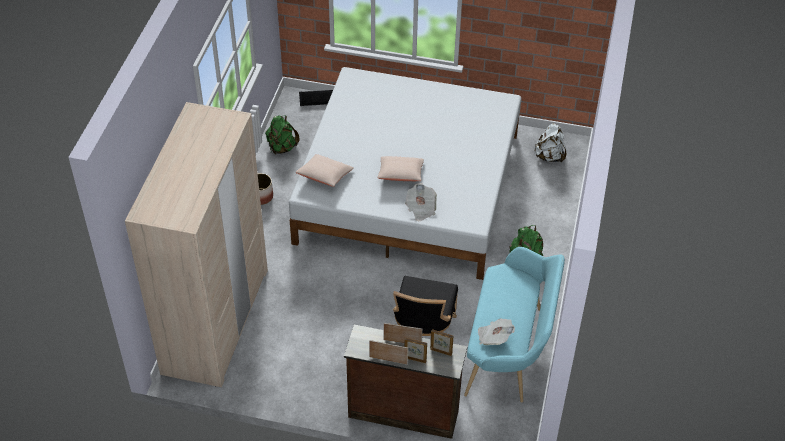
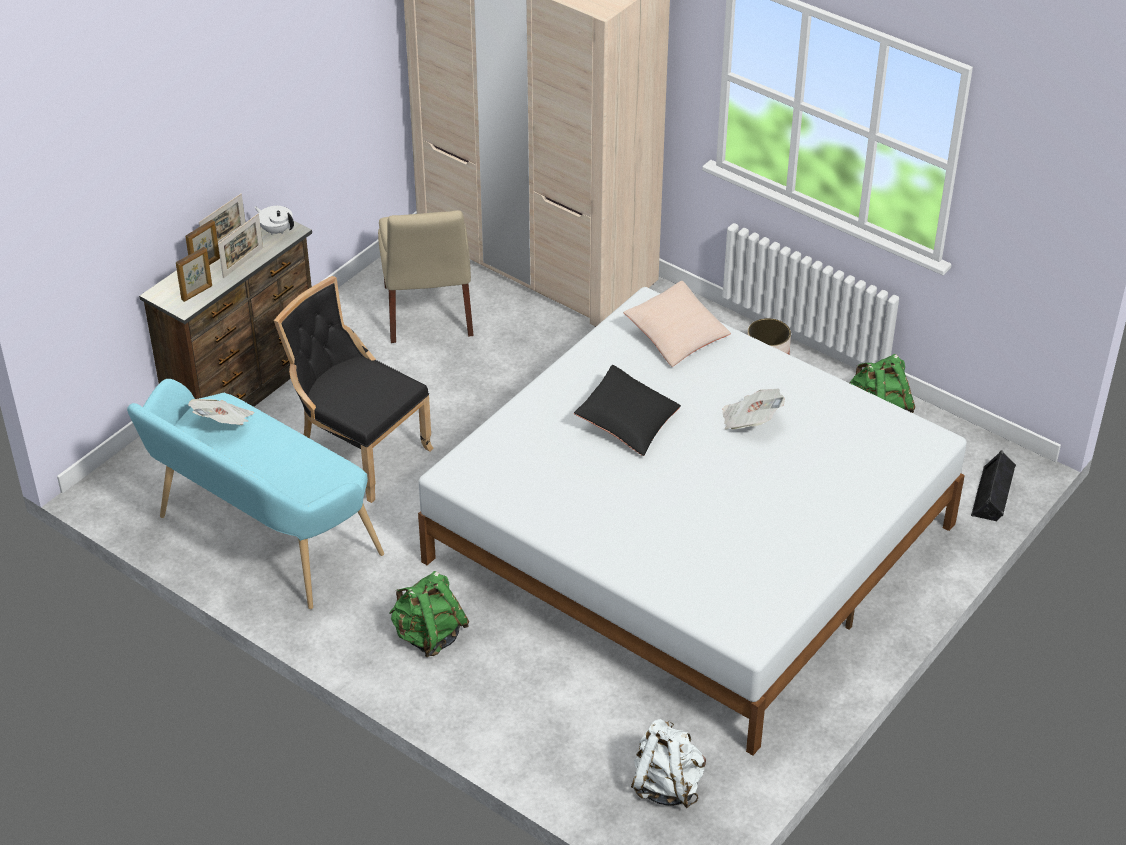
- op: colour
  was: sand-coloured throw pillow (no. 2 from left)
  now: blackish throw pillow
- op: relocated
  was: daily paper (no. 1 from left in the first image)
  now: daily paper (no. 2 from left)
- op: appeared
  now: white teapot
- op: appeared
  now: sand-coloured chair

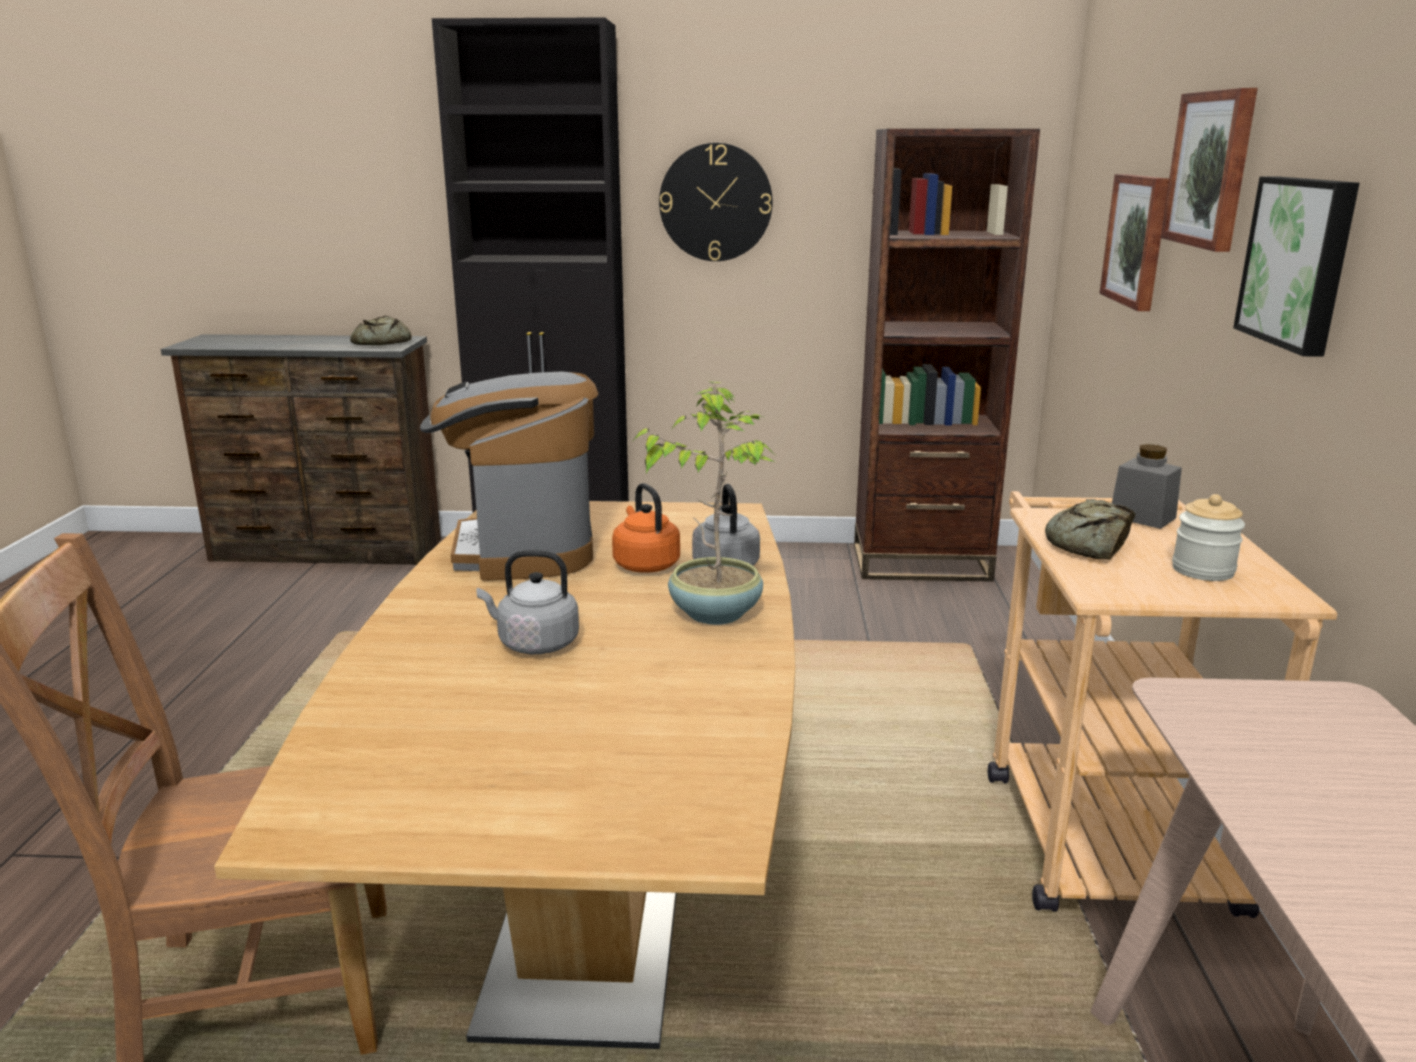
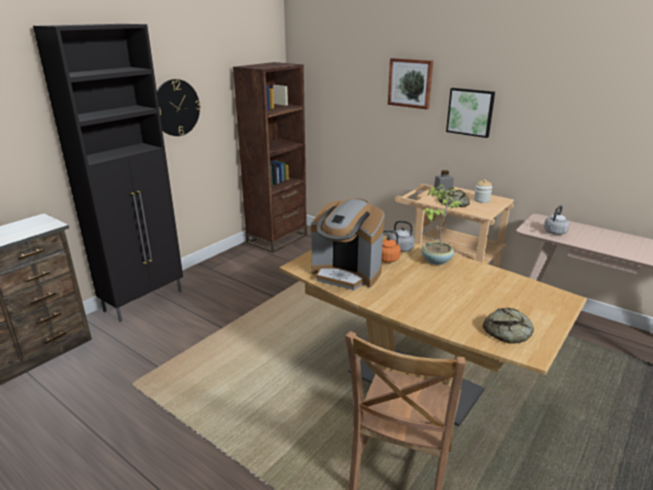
- op: relocated
  was: bread (no. 1 from left in the first image)
  now: bread (no. 2 from left)
- op: relocated
  was: grey water kettle (no. 1 from left in the first image)
  now: grey water kettle (no. 2 from left)
- op: missing
  was: picture (no. 1 from left)

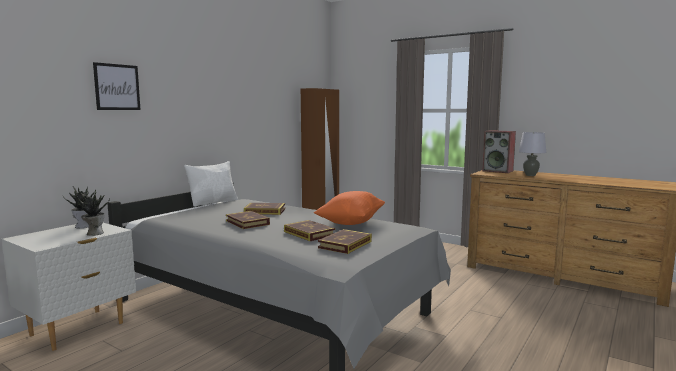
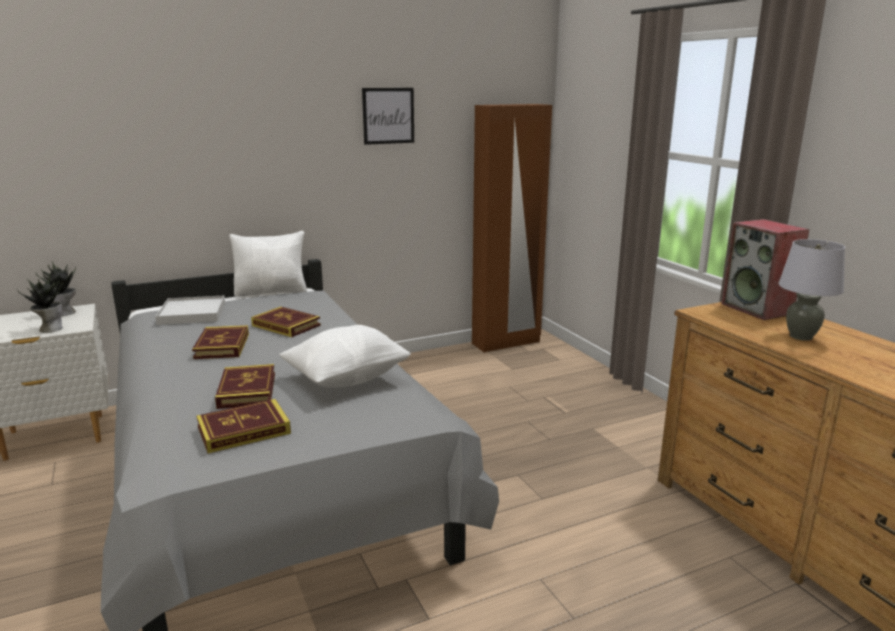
- op: relocated
  was: picture
- op: colour
  was: orange throw pillow
  now: white throw pillow (no. 2 from left)
- op: appeared
  now: white serving tray

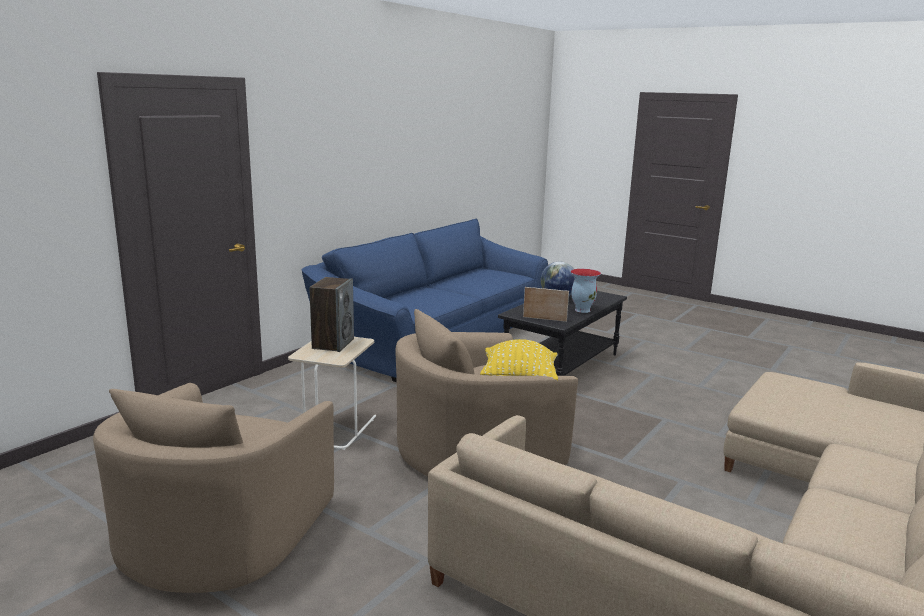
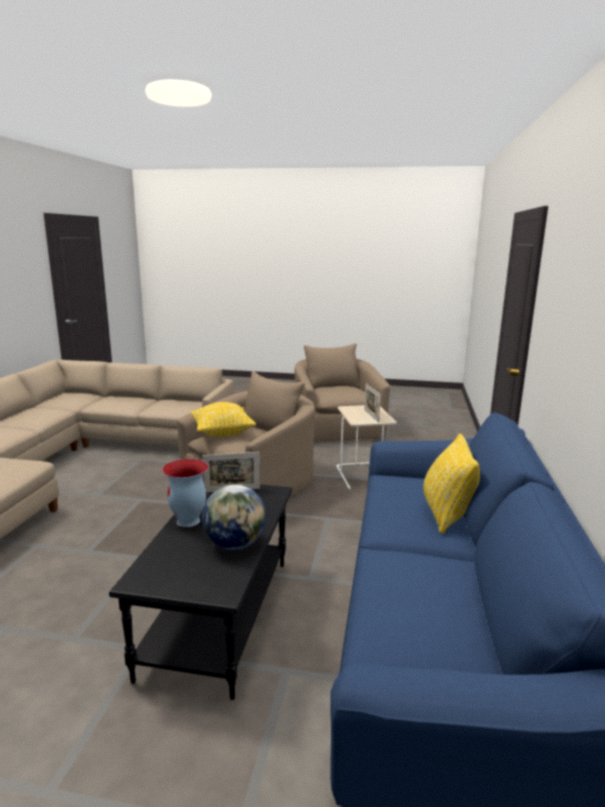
- op: exchanged
  was: speaker
  now: photo frame (no. 2 from left)
- op: appeared
  now: yellow throw pillow (no. 2 from left)

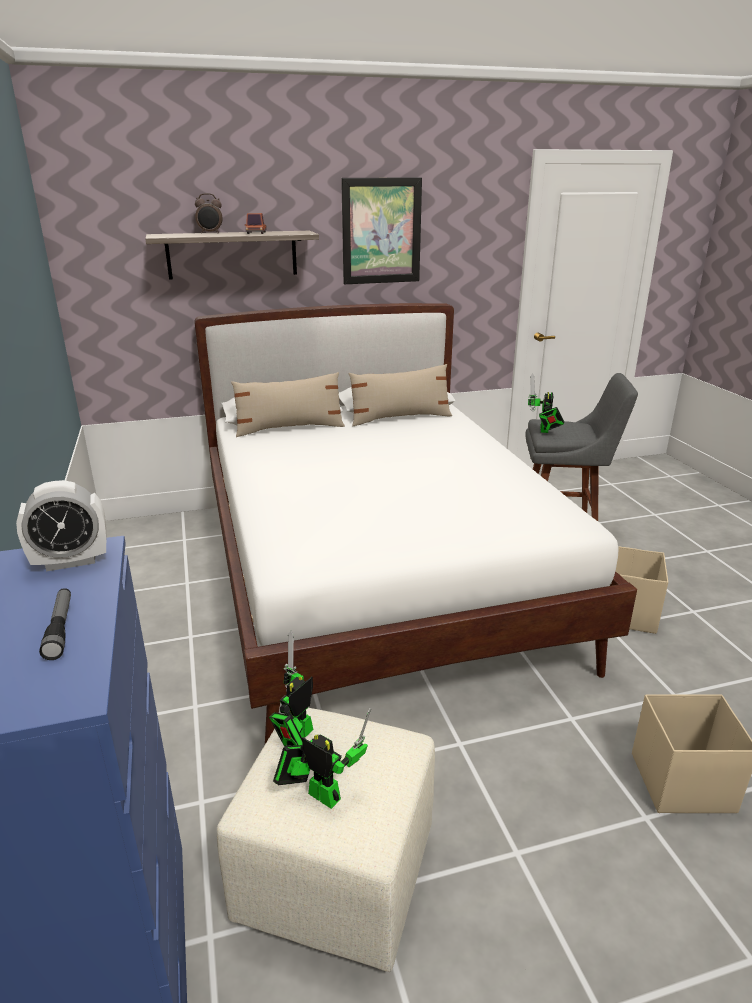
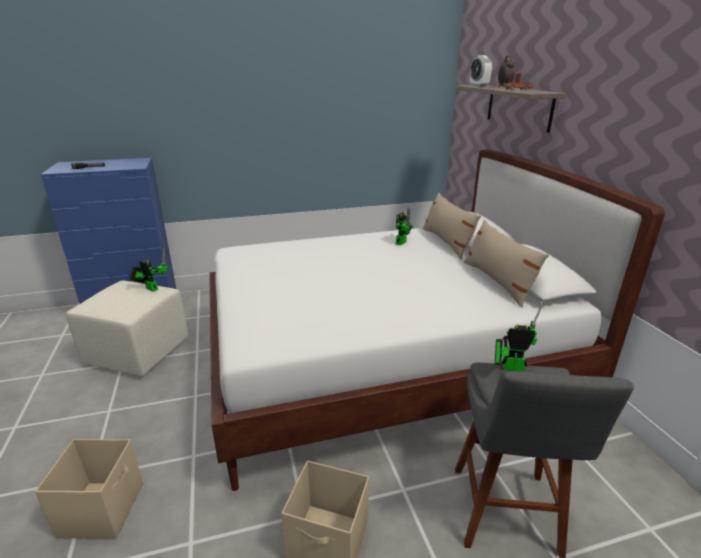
- op: relocated
  was: table clock (no. 1 from left)
- op: relocated
  was: robot figure (no. 2 from left)
- op: missing
  was: picture

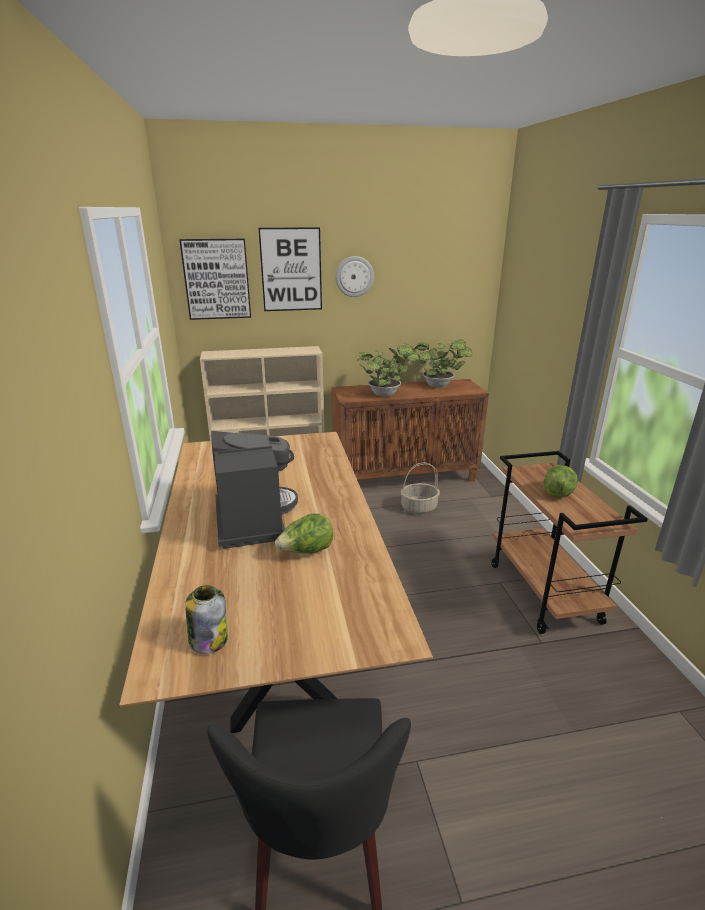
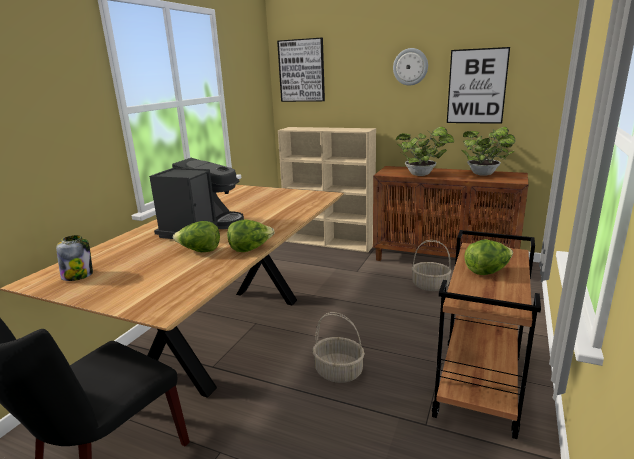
- op: relocated
  was: picture (no. 2 from left)
- op: appeared
  now: head of lettuce (no. 2 from left)
- op: appeared
  now: storage basket (no. 1 from left)

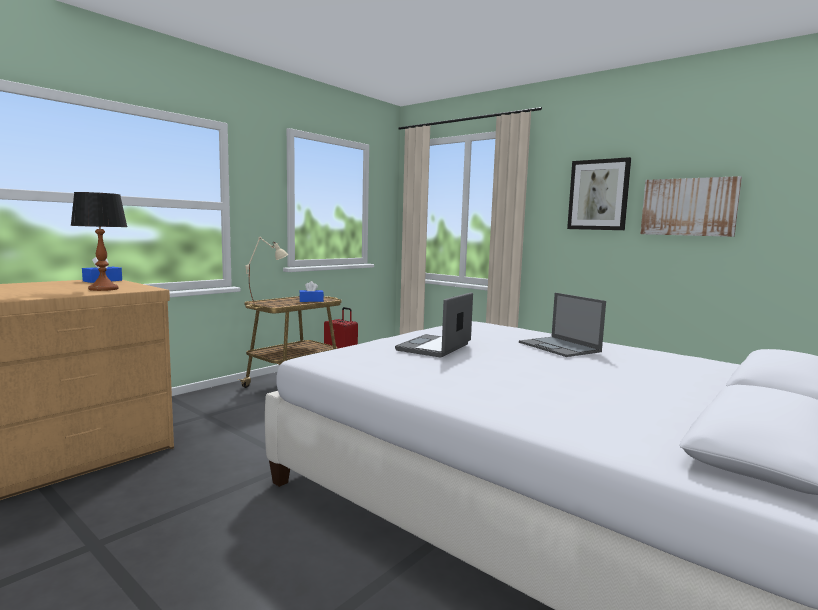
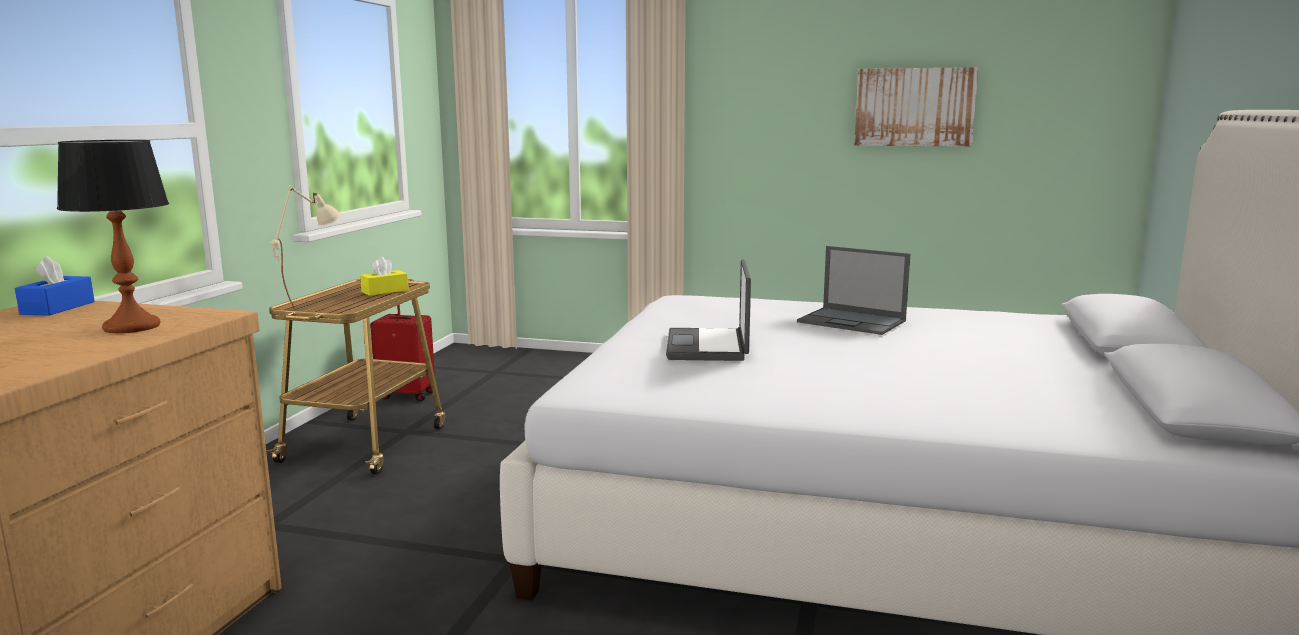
- op: colour
  was: blue-coloured tissue box (no. 2 from left)
  now: yellow tissue box
- op: missing
  was: picture (no. 1 from left)

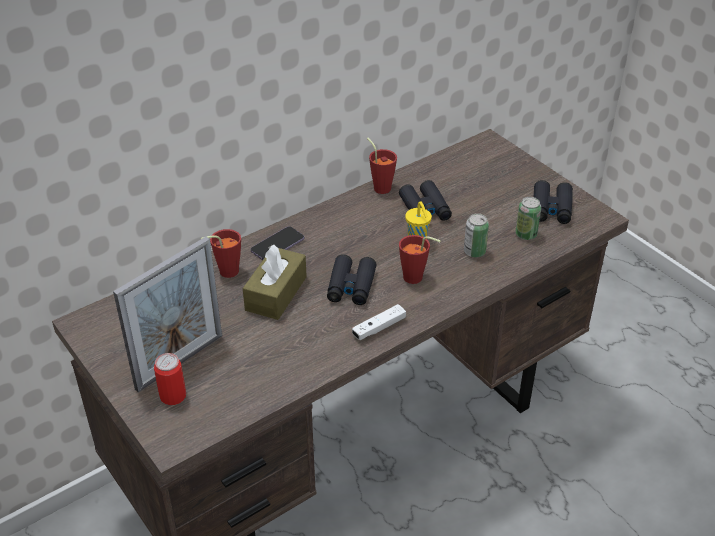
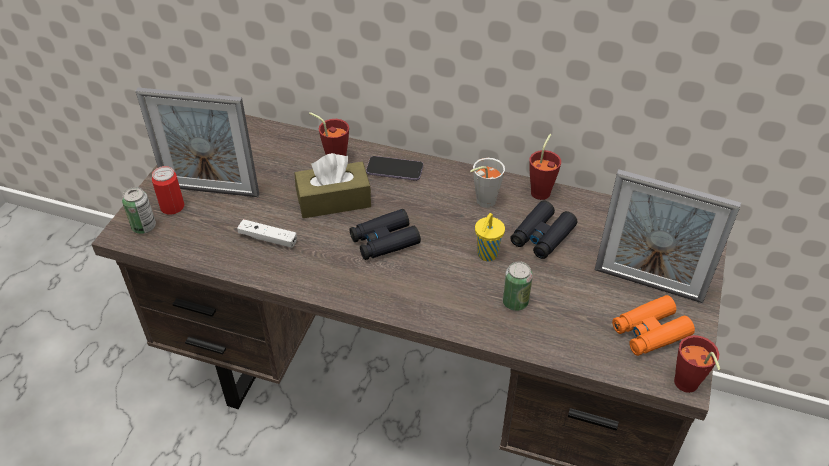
- op: relocated
  was: white joypad
- op: relocated
  was: red cup (no. 3 from left)
- op: relocated
  was: can (no. 3 from left in the first image)
  now: can (no. 1 from left)
- op: colour
  was: blackish pair of binoculars (no. 3 from left)
  now: orange pair of binoculars
- op: appeared
  now: grey cup
- op: appeared
  now: photo frame (no. 2 from left)

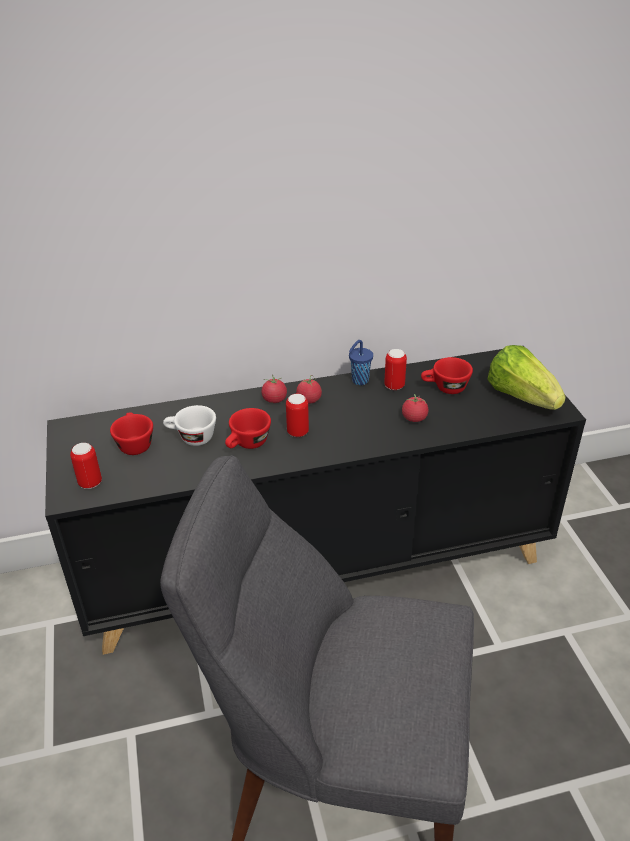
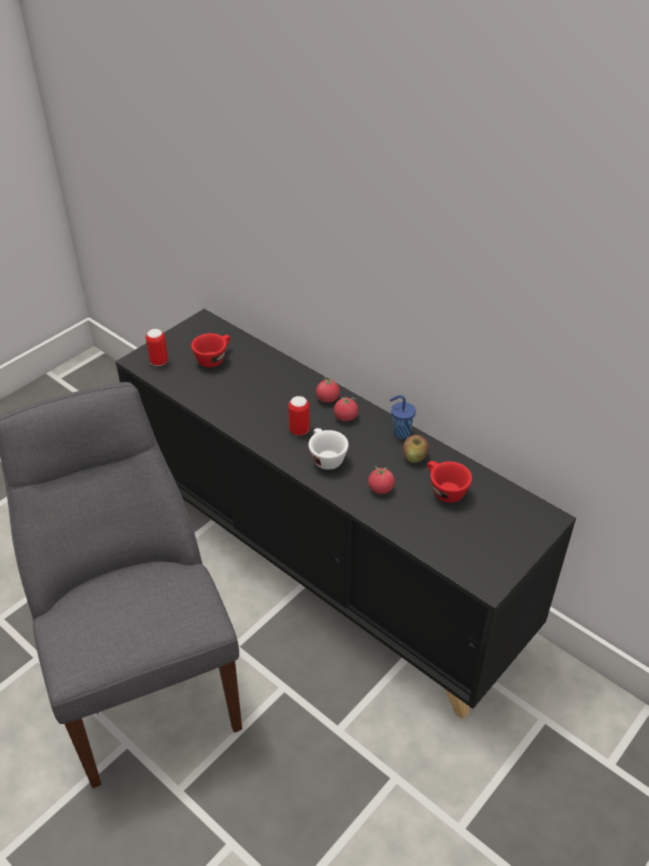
- op: relocated
  was: white cup
- op: missing
  was: red cup (no. 2 from left)
- op: exchanged
  was: can (no. 3 from left)
  now: apple fruit
- op: missing
  was: head of lettuce

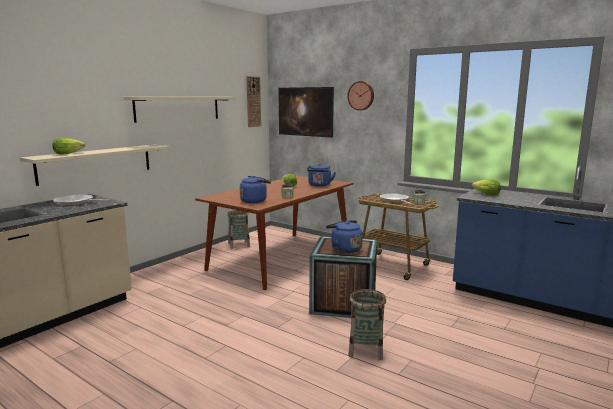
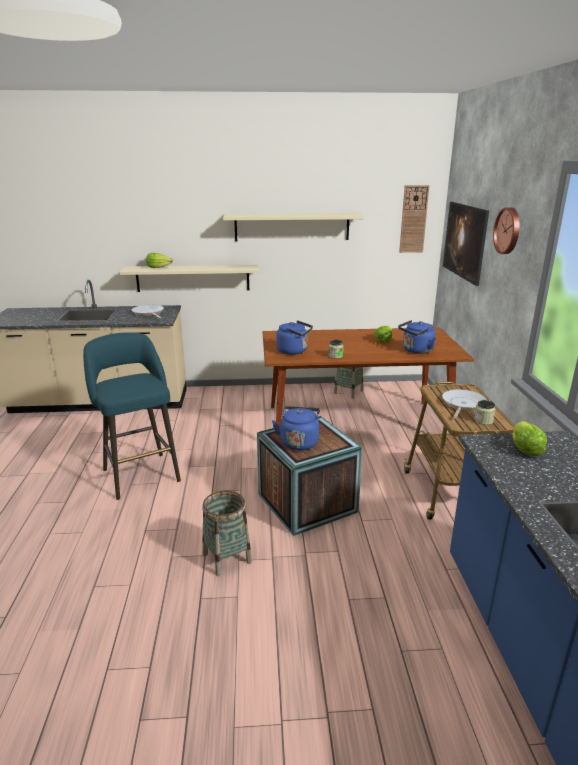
- op: appeared
  now: blue-green stool

